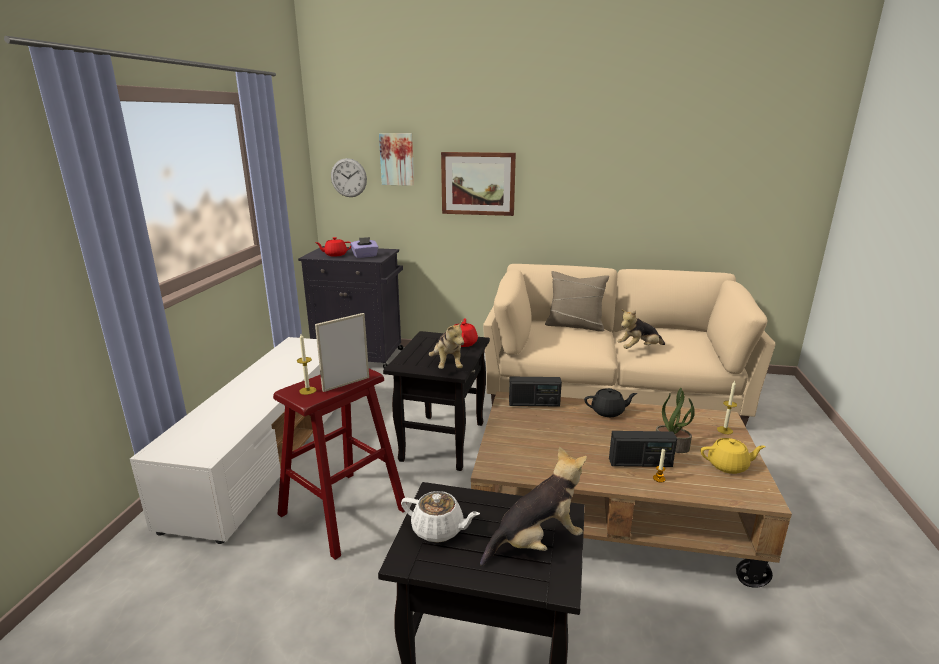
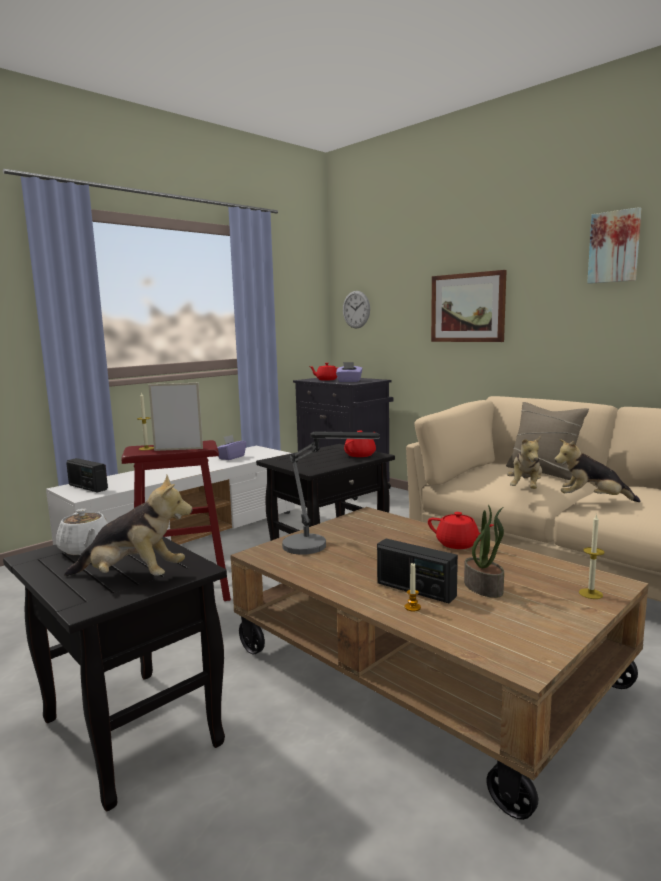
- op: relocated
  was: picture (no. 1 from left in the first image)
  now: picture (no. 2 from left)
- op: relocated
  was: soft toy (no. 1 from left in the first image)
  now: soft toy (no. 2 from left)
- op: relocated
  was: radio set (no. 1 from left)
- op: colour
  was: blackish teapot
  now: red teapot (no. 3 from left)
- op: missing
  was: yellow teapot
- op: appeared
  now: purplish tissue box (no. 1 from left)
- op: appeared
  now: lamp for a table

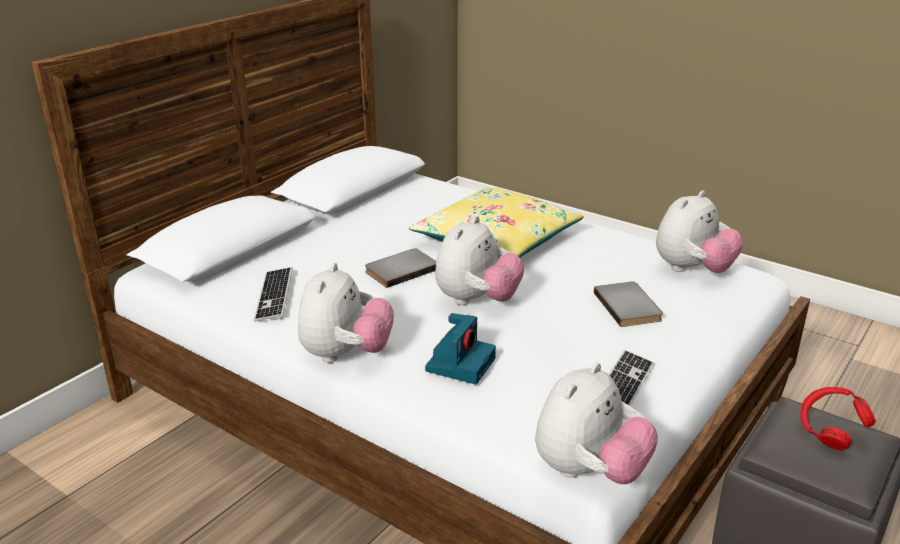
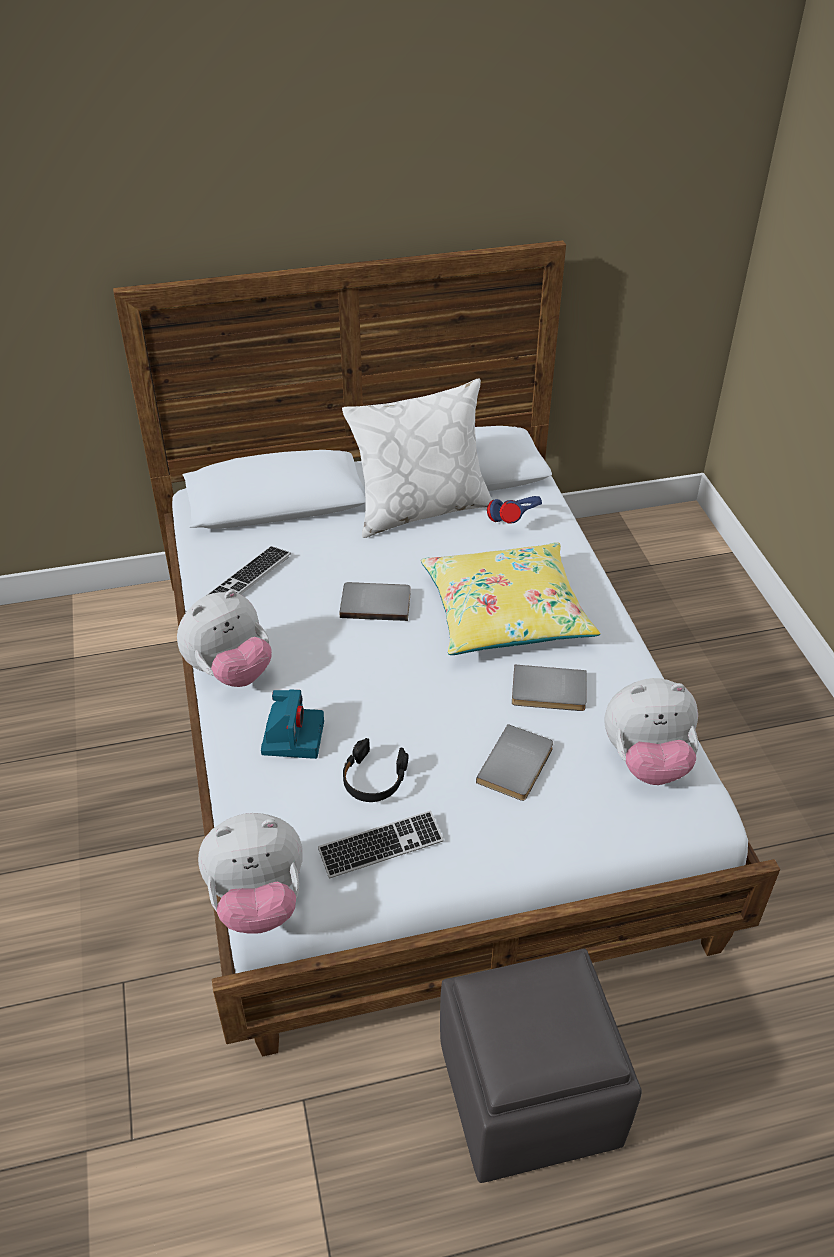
- op: spun
  was: photo camera
  clockwise: -60
- op: missing
  was: soft toy (no. 2 from left)
- op: missing
  was: red headset
- op: appeared
  now: white throw pillow
- op: appeared
  now: blackish headset
- op: appeared
  now: blue-coloured headset
- op: appeared
  now: grey bound book (no. 3 from left)

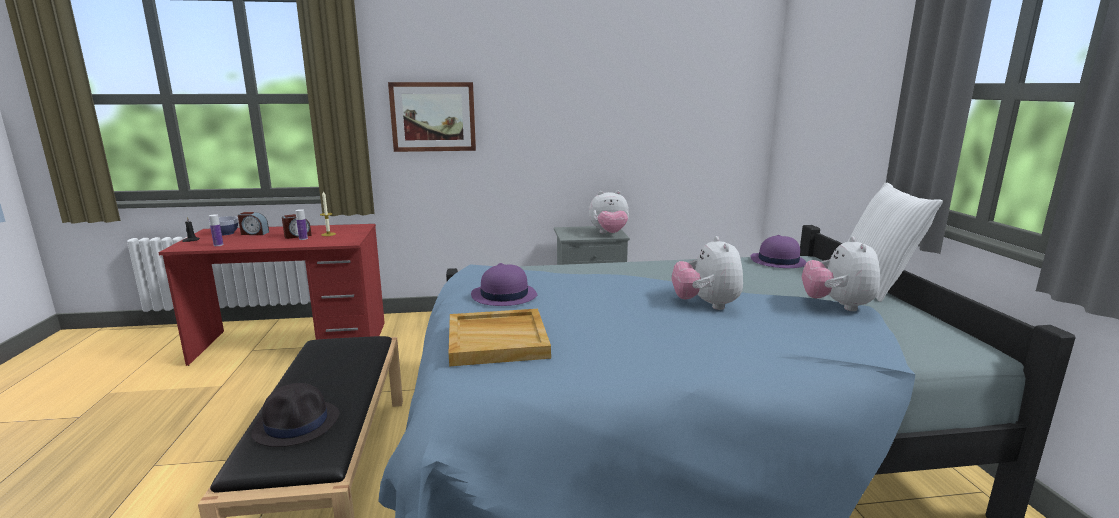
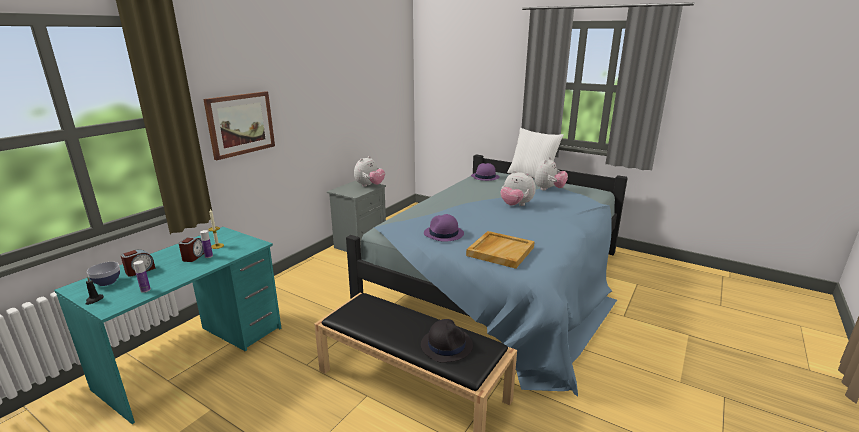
- op: colour
  was: red desk
  now: blue-green desk
- op: spun
  was: soft toy (no. 3 from left)
  clockwise: -105

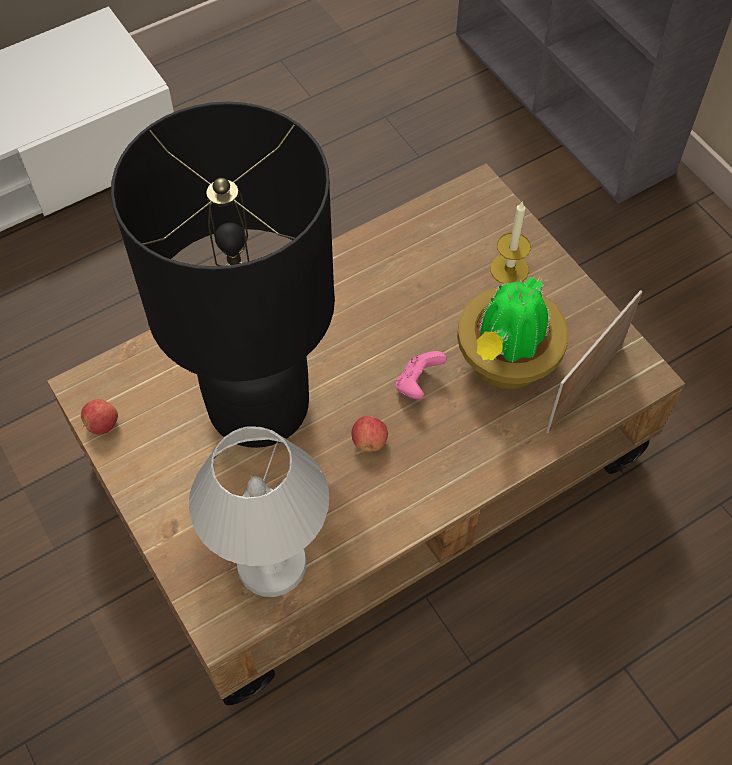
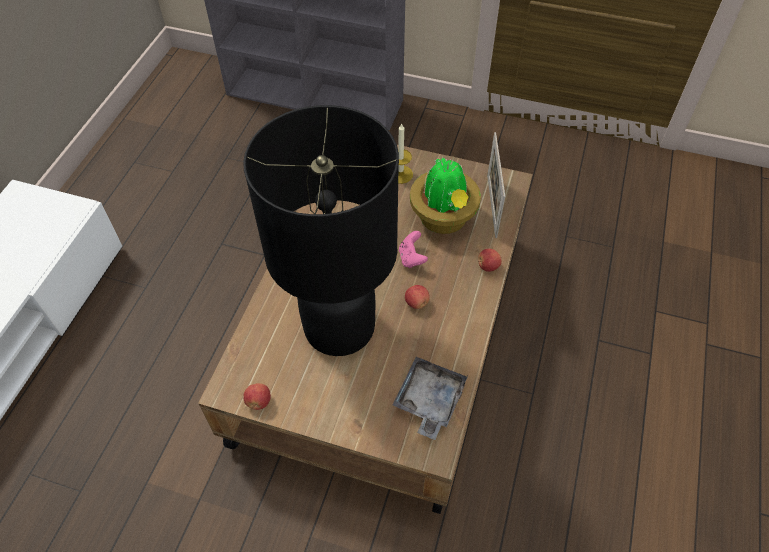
- op: exchanged
  was: white lamp for a table
  now: grey serving tray
- op: appeared
  now: apple fruit (no. 3 from left)

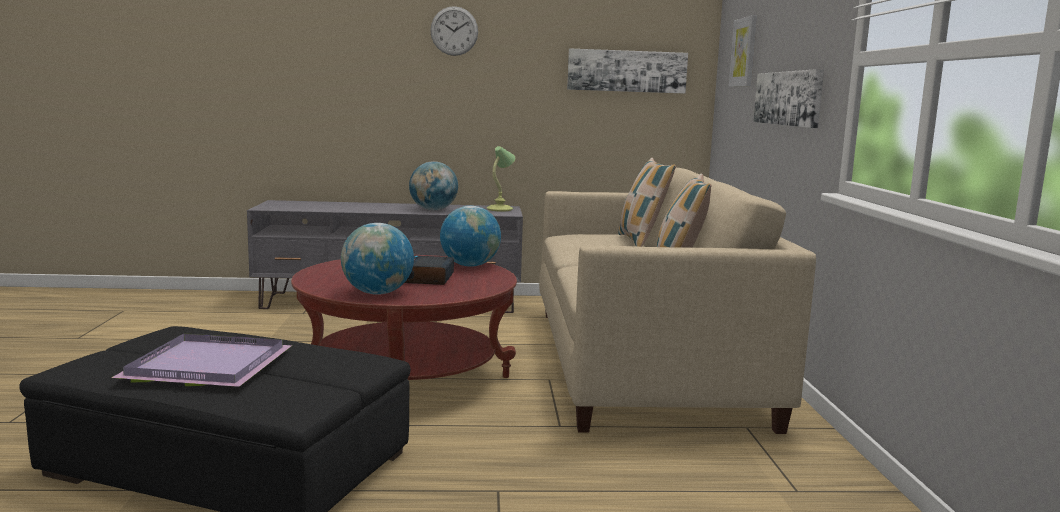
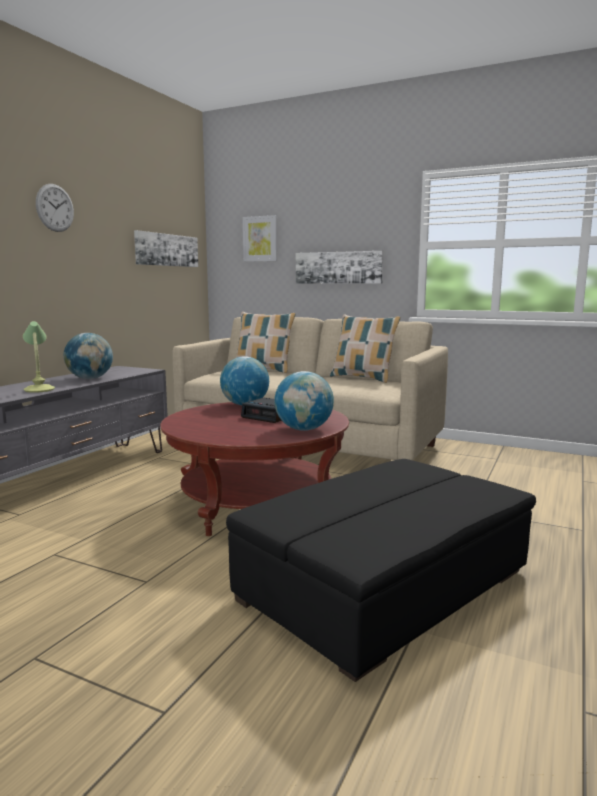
- op: missing
  was: purplish serving tray
- op: relocated
  was: lamp for a table

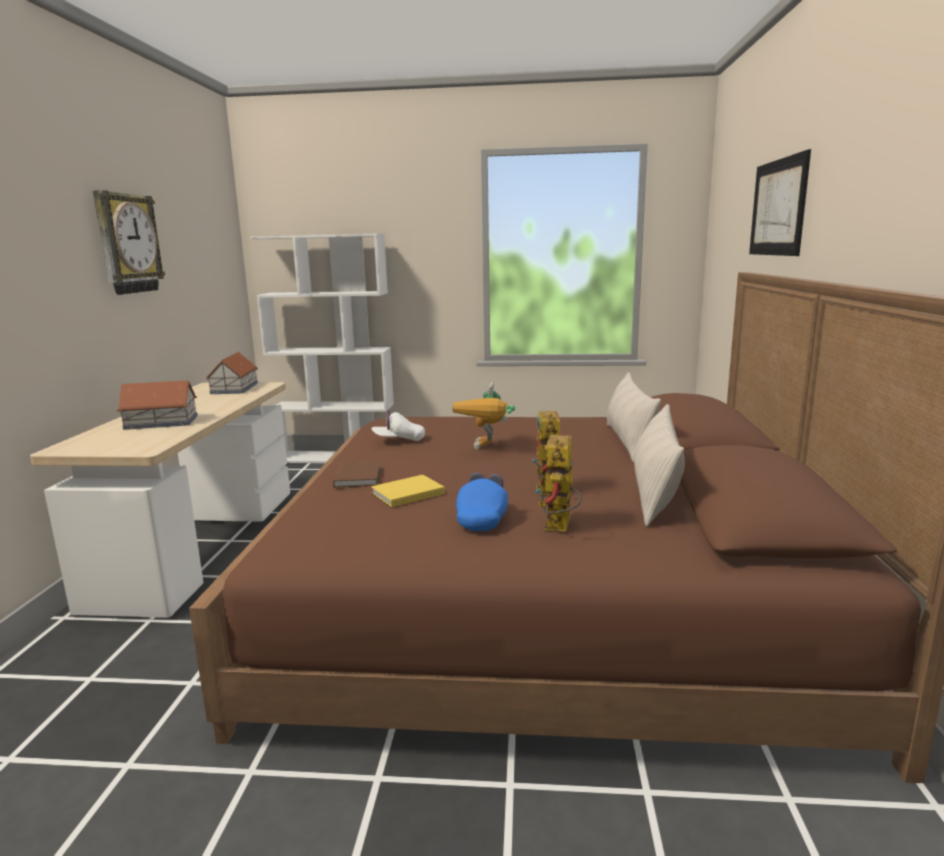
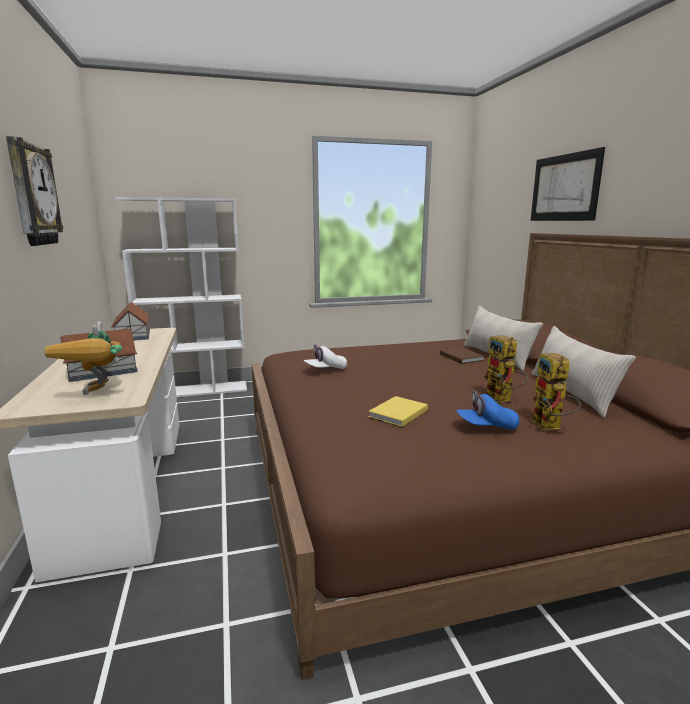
- op: relocated
  was: brown-coloured bound book
- op: relocated
  was: robot figure (no. 1 from left)
- op: spun
  was: blue-coloured cap
  clockwise: -90

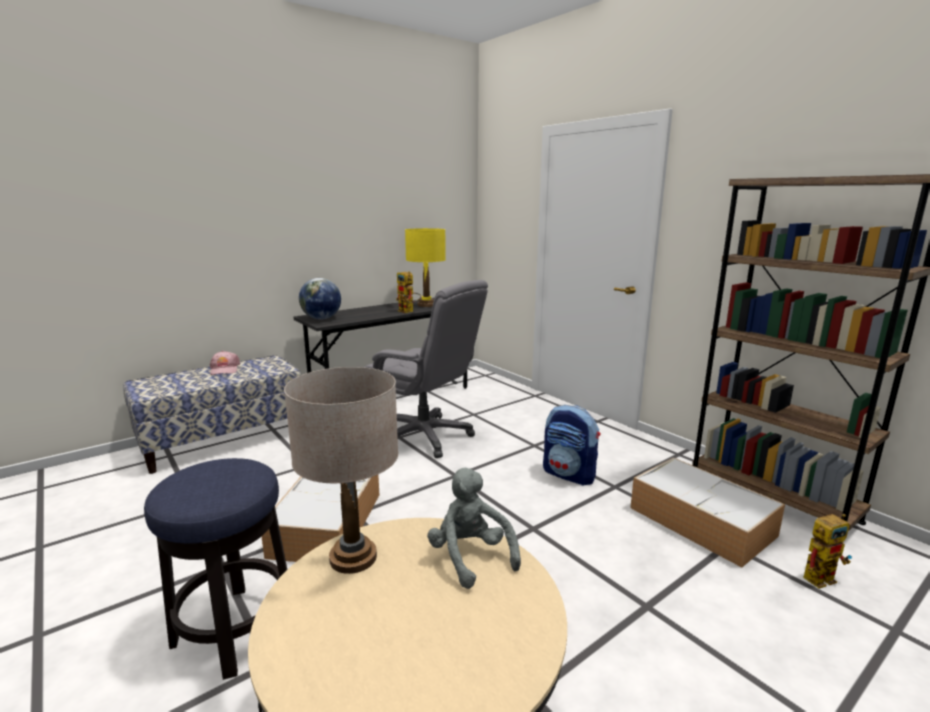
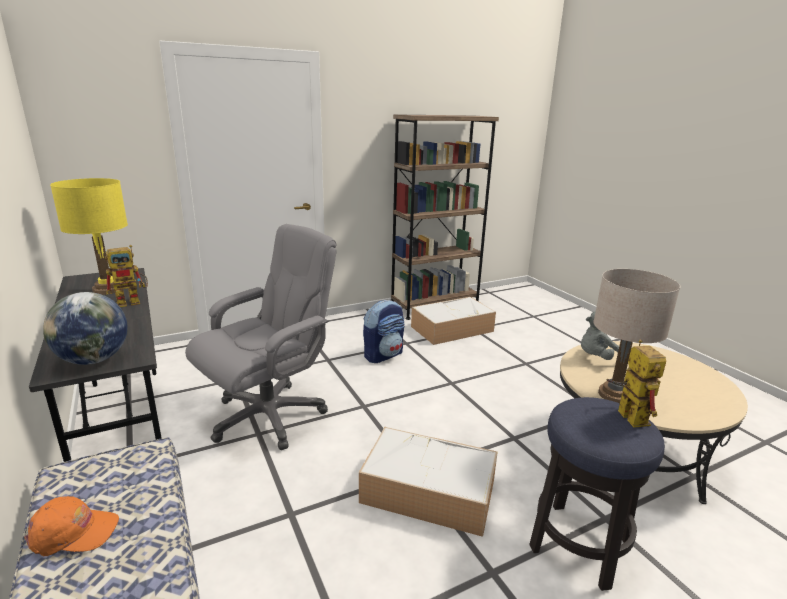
- op: colour
  was: pink cap
  now: orange cap
- op: relocated
  was: robot figure (no. 2 from left)

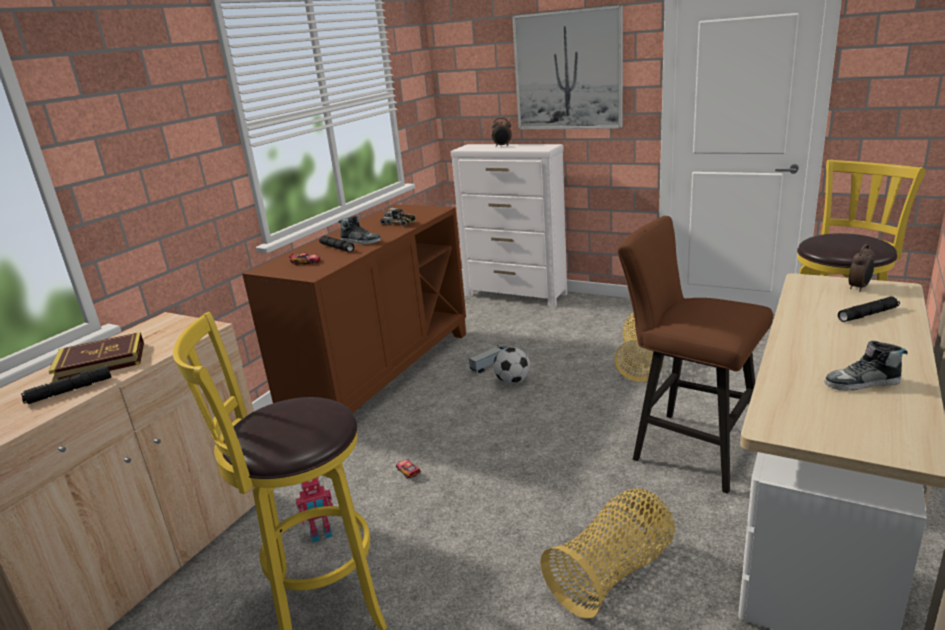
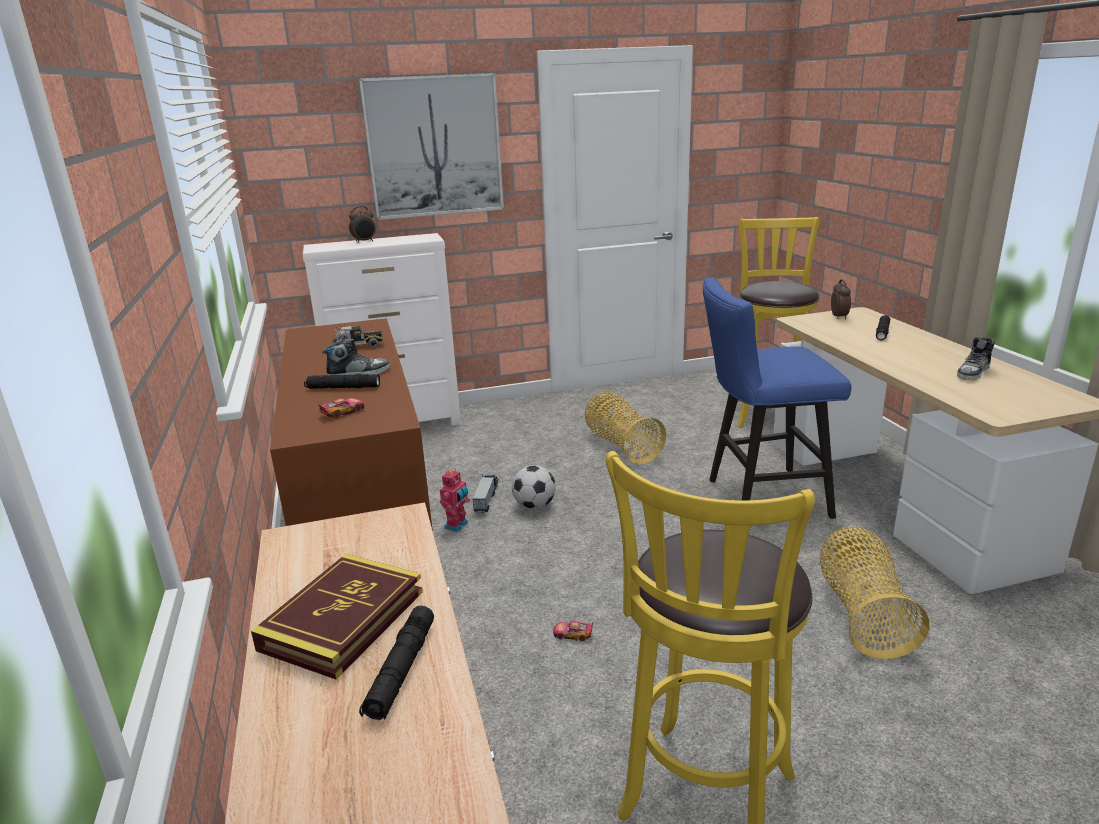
- op: relocated
  was: robot figure
- op: colour
  was: brown-coloured stool
  now: blue-coloured stool

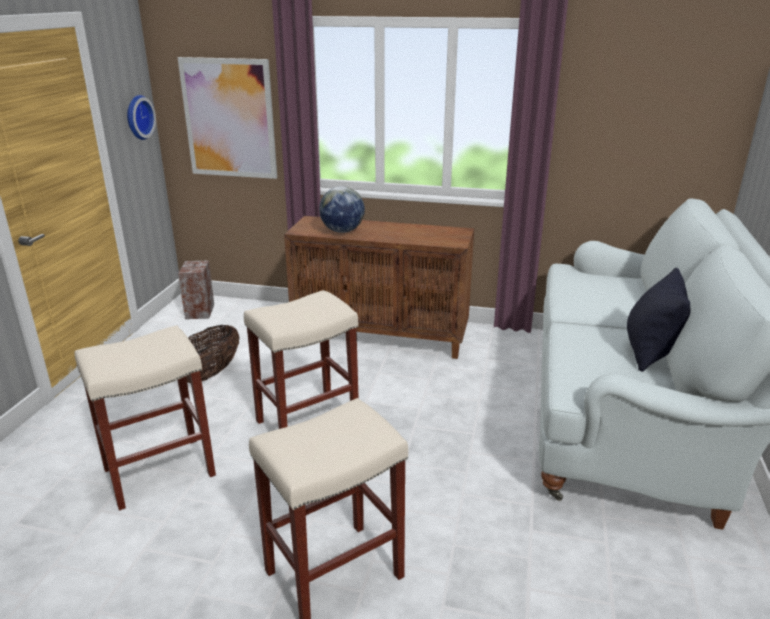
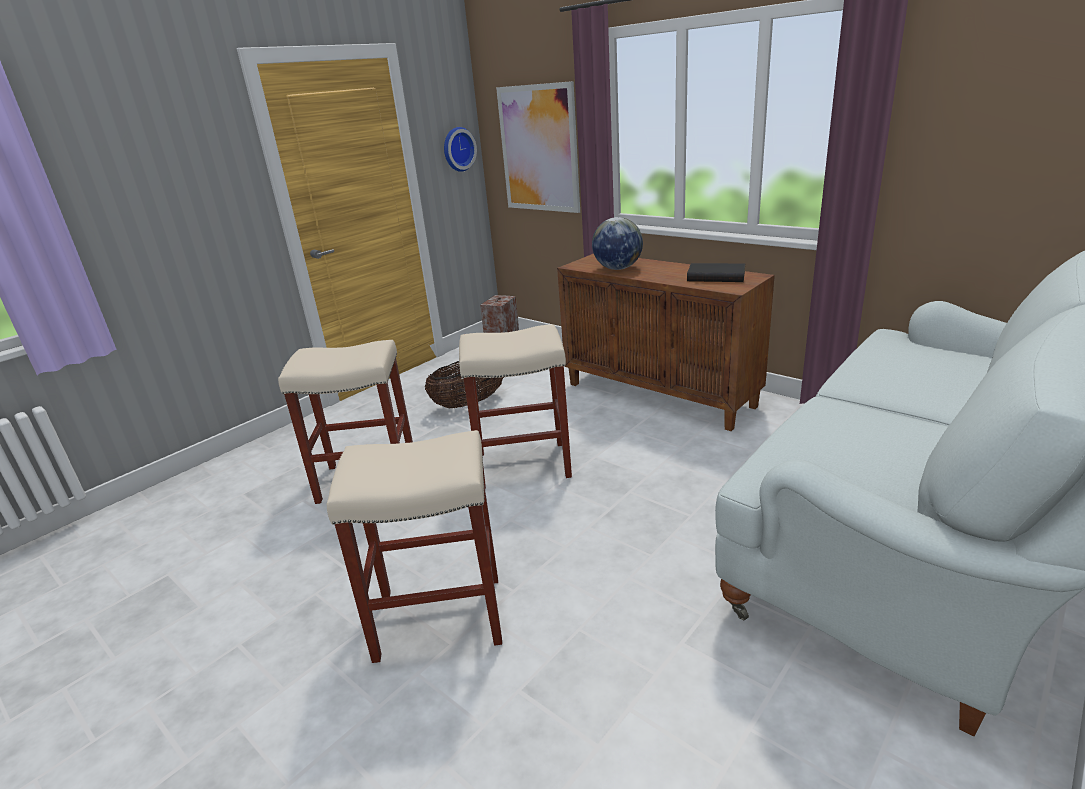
- op: missing
  was: blackish throw pillow
- op: appeared
  now: blackish bound book

